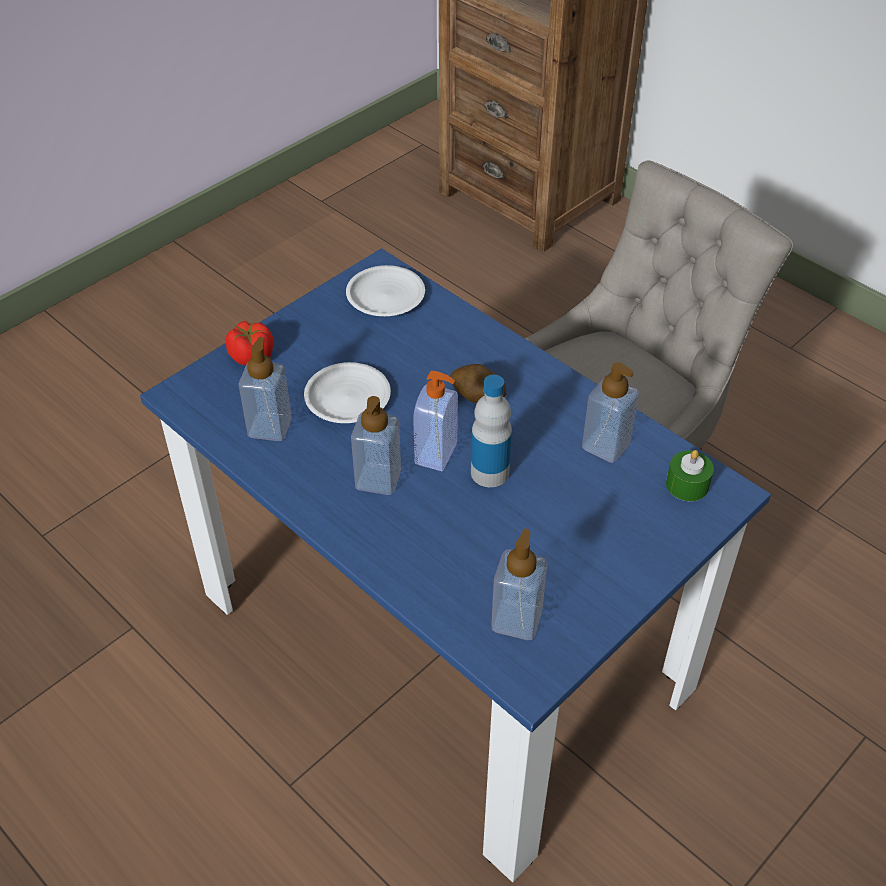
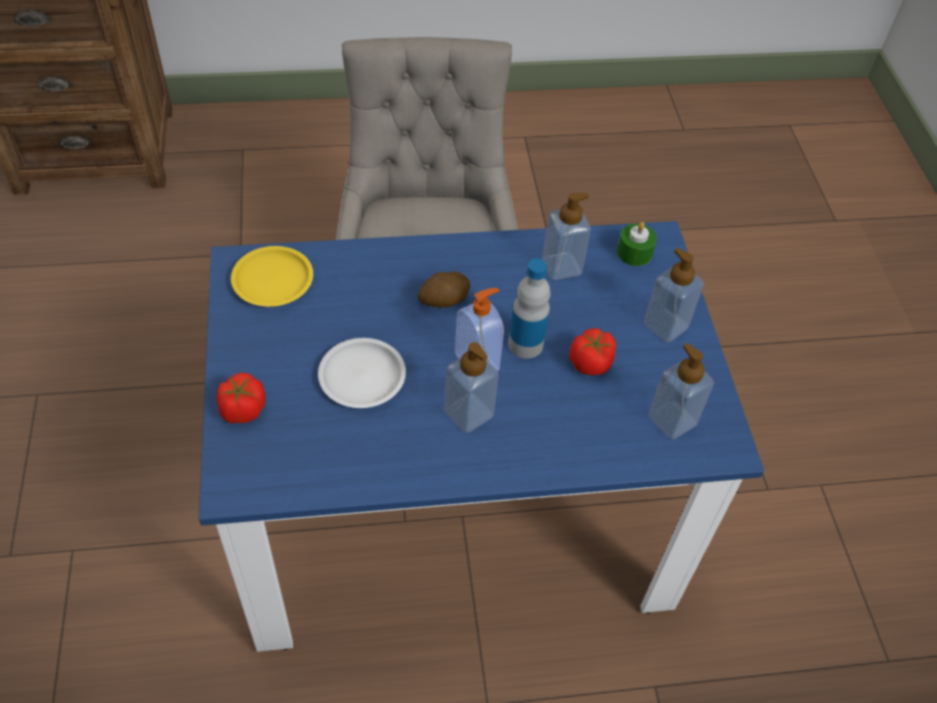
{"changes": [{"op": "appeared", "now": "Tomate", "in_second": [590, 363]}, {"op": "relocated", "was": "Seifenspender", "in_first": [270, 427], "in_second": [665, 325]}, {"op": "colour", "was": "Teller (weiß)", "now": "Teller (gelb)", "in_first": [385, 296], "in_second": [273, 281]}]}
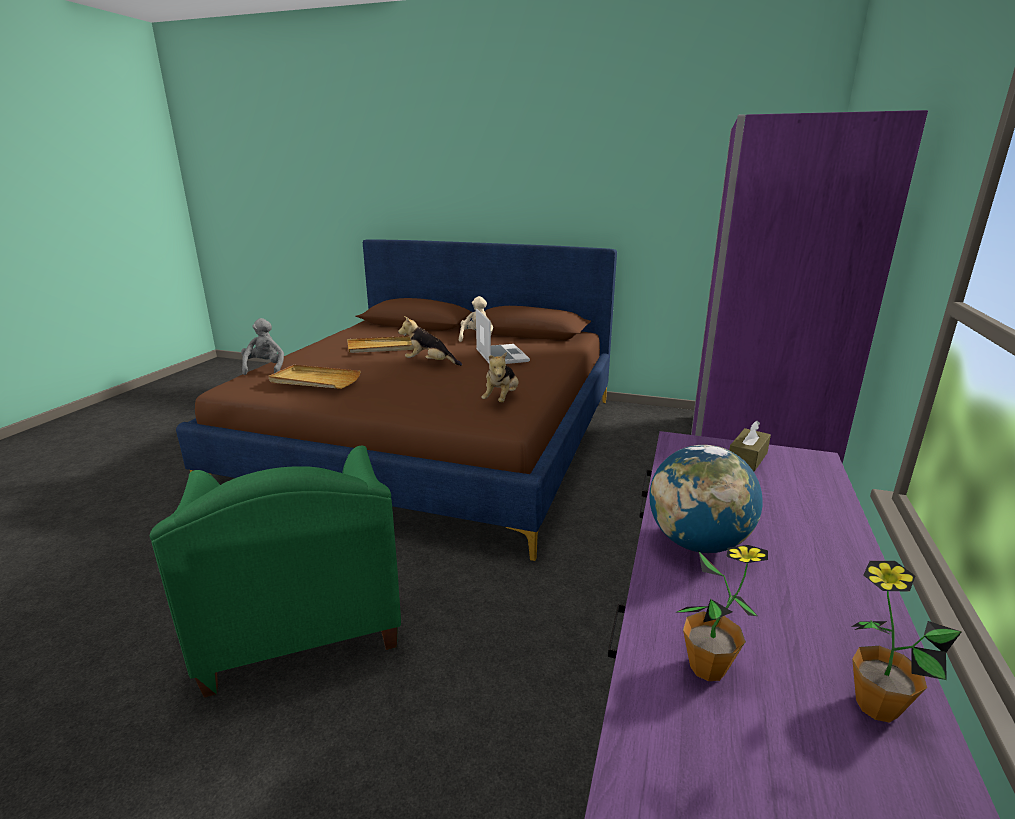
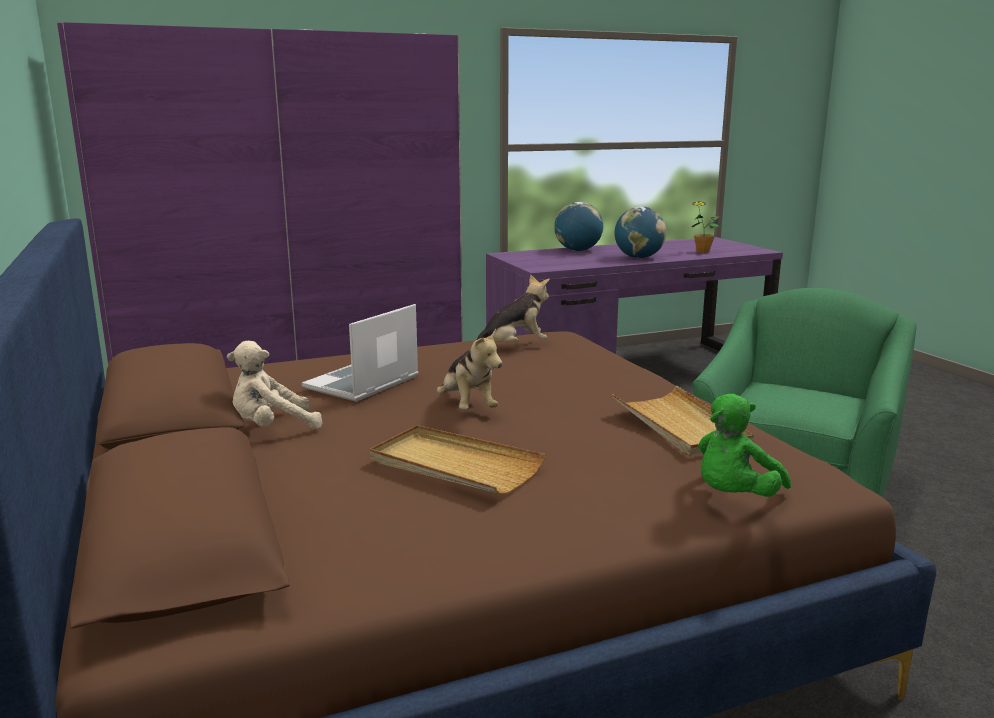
{"changes": [{"op": "missing", "was": "Taschentuchbox (braun)", "in_first": [747, 458]}, {"op": "missing", "was": "Topfpflanze", "in_first": [876, 706]}, {"op": "appeared", "now": "Globus", "in_second": [577, 250]}, {"op": "colour", "was": "Plüschtier (grau)", "now": "Plüschtier (grün)", "in_first": [265, 368], "in_second": [734, 497]}]}
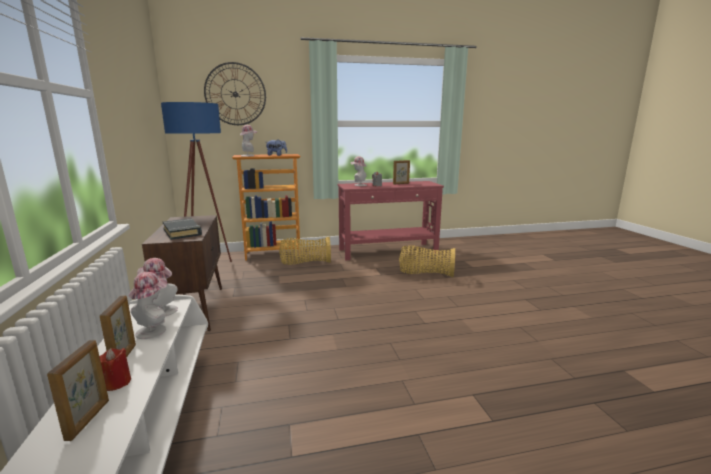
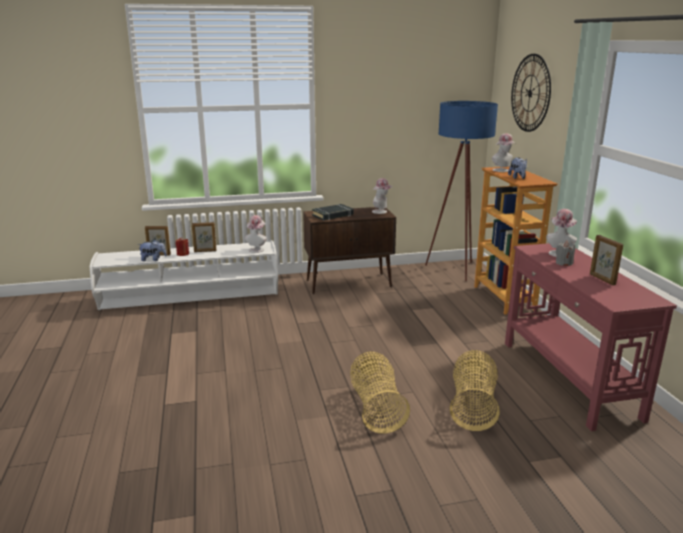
{"changes": [{"op": "appeared", "now": "Plüschtier", "in_second": [153, 259]}, {"op": "relocated", "was": "Hut", "in_first": [154, 330], "in_second": [381, 212]}, {"op": "relocated", "was": "Korb", "in_first": [305, 263], "in_second": [376, 407]}]}
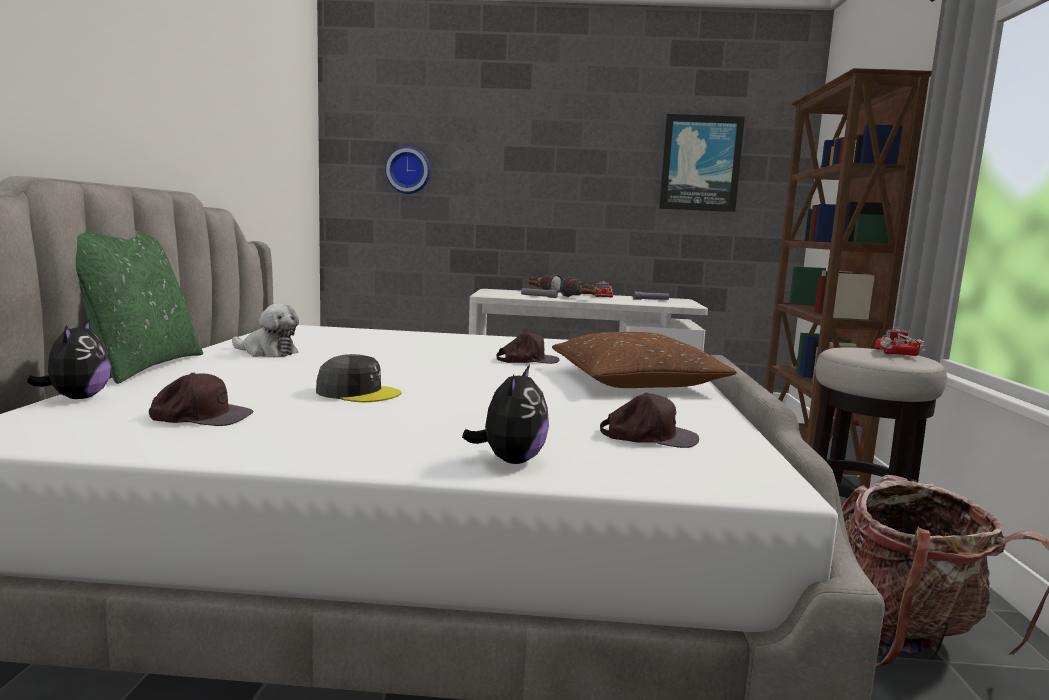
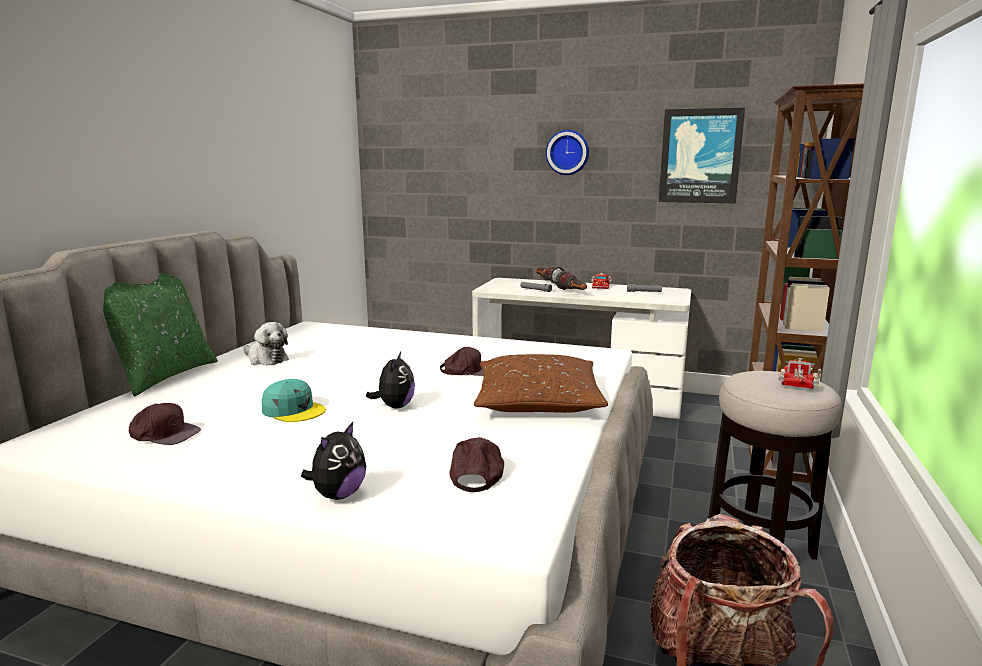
{"changes": [{"op": "relocated", "was": "Plüschtier", "in_first": [77, 398], "in_second": [394, 406]}, {"op": "relocated", "was": "Wanduhr", "in_first": [408, 170], "in_second": [568, 152]}, {"op": "colour", "was": "Kappe (grau)", "now": "Kappe (türkis)", "in_first": [358, 392], "in_second": [293, 410]}, {"op": "spun", "was": "Kappe (braun)", "in_first": [649, 436], "in_second": [476, 473], "clockwise": -105}]}
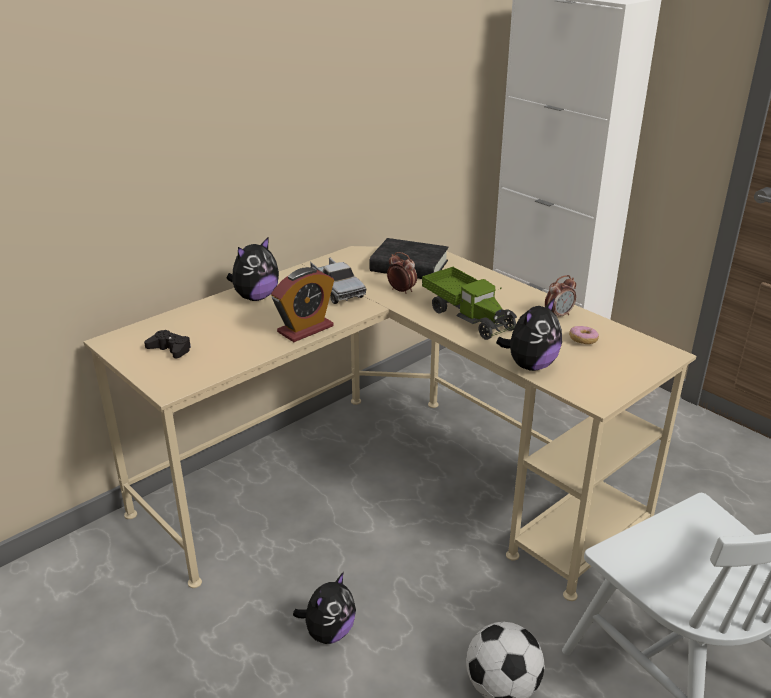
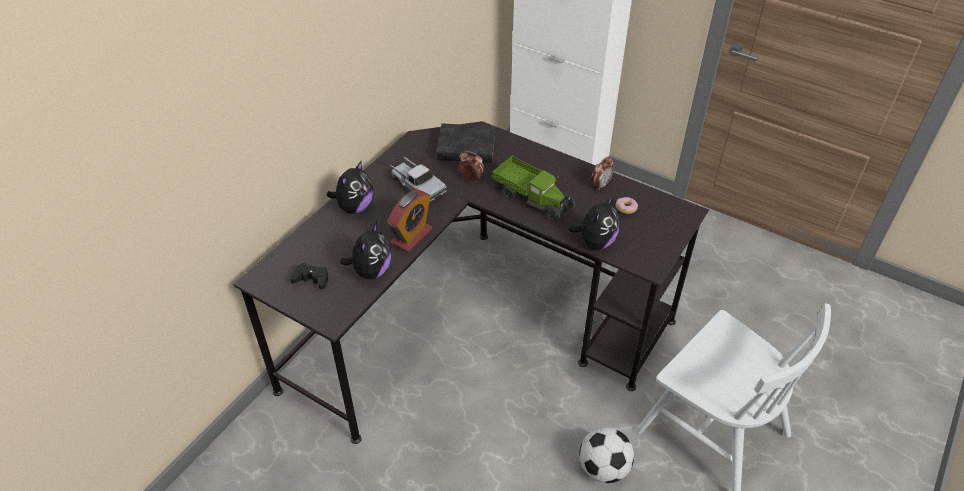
{"changes": [{"op": "relocated", "was": "Plüschtier", "in_first": [328, 632], "in_second": [371, 271]}, {"op": "colour", "was": "Schreibtisch (beige)", "now": "Schreibtisch (schwarz)", "in_first": [388, 483], "in_second": [472, 319]}]}
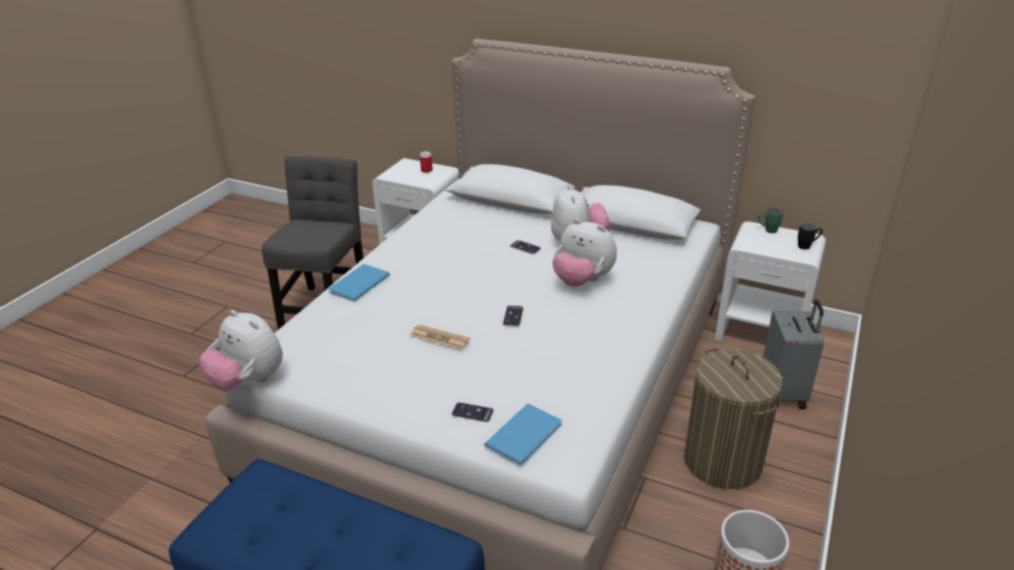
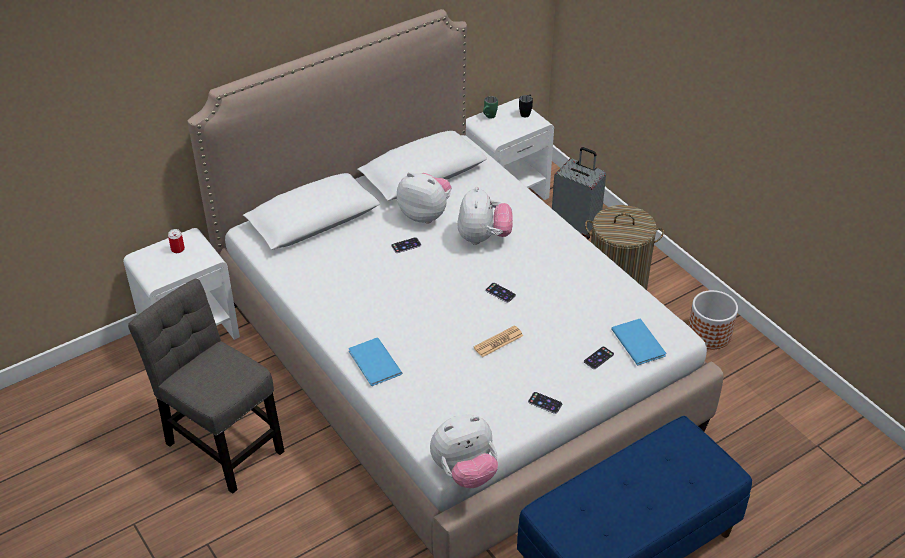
{"changes": [{"op": "appeared", "now": "Handy", "in_second": [545, 403]}, {"op": "spun", "was": "Plüschtier", "in_first": [582, 281], "in_second": [483, 237], "clockwise": -60}]}
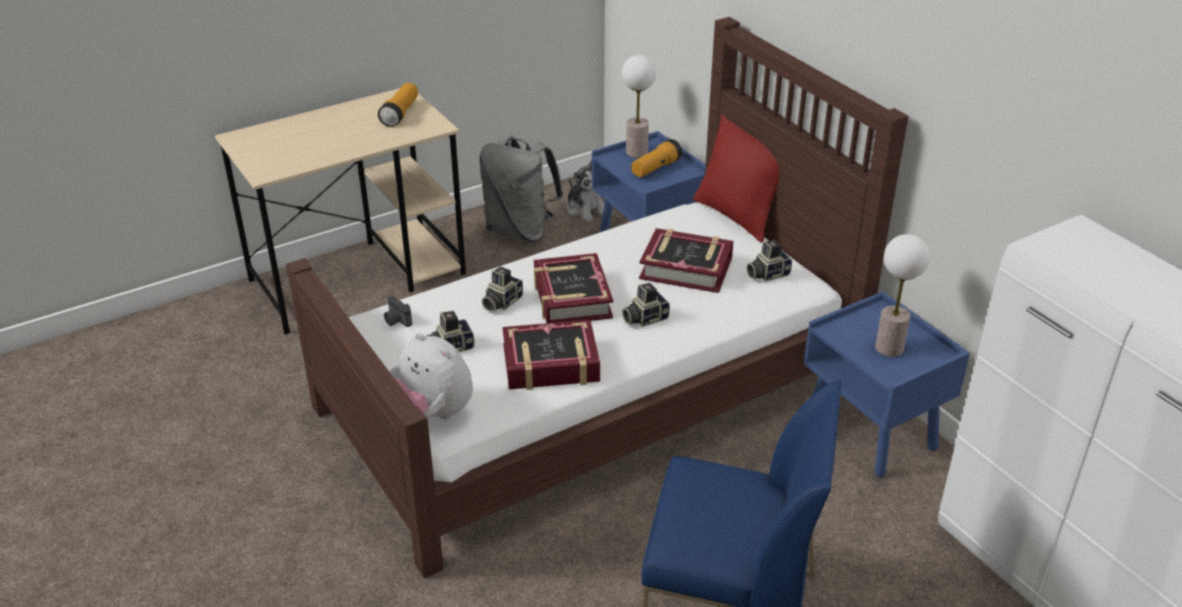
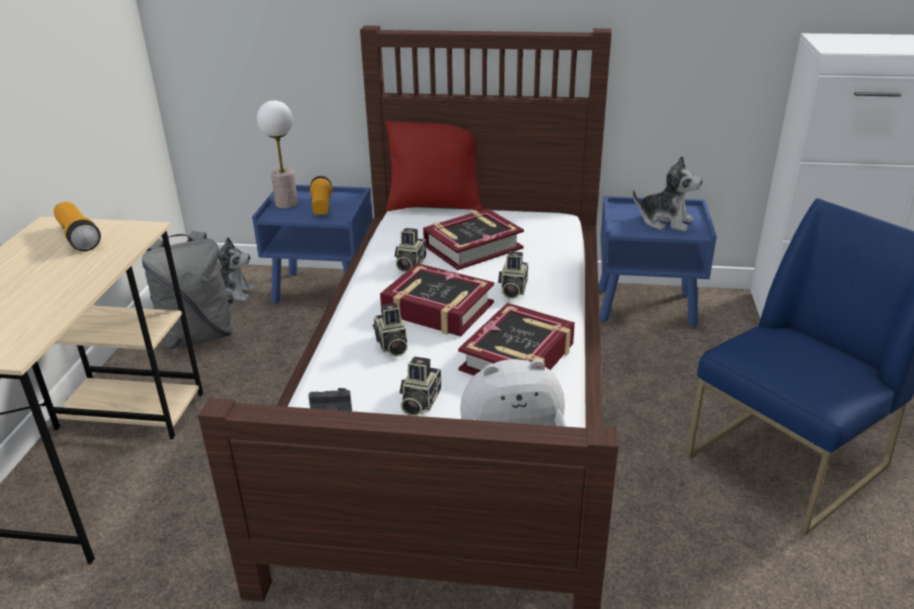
{"changes": [{"op": "relocated", "was": "Kamera", "in_first": [767, 274], "in_second": [409, 264]}, {"op": "exchanged", "was": "Tischlampe", "now": "Plüschtier", "in_first": [889, 348], "in_second": [665, 221]}]}
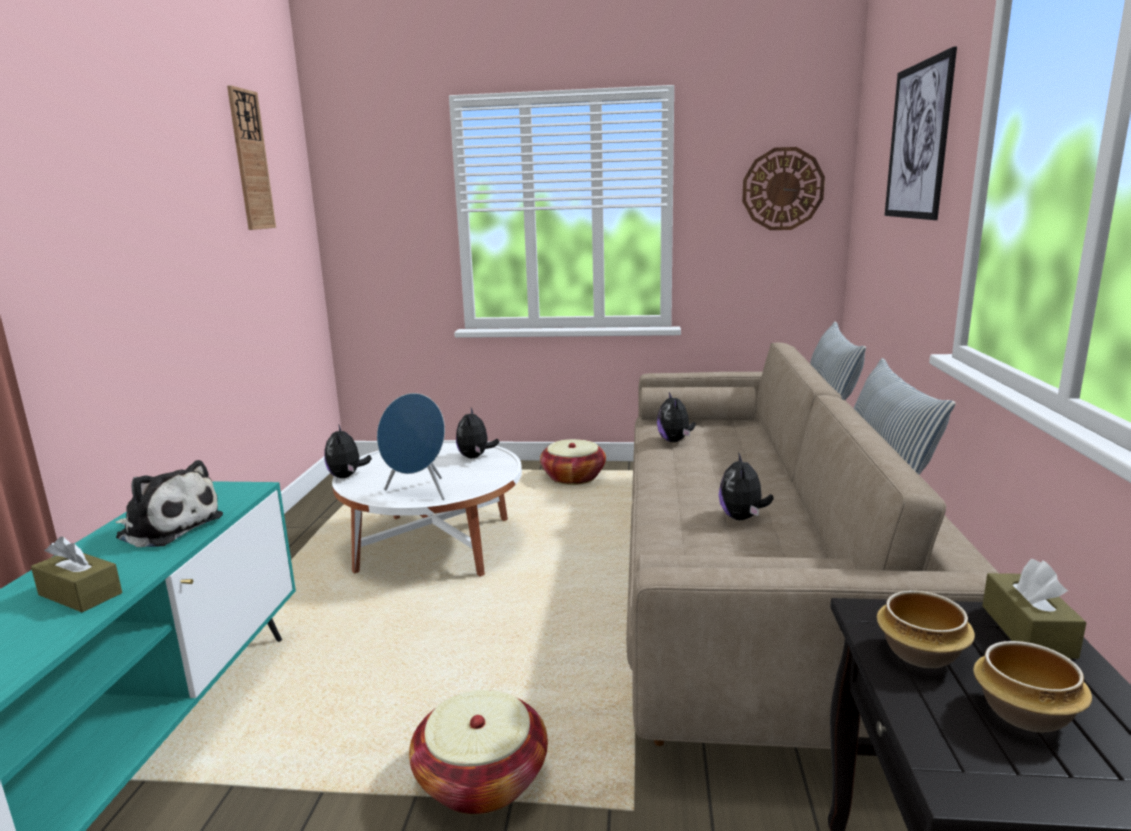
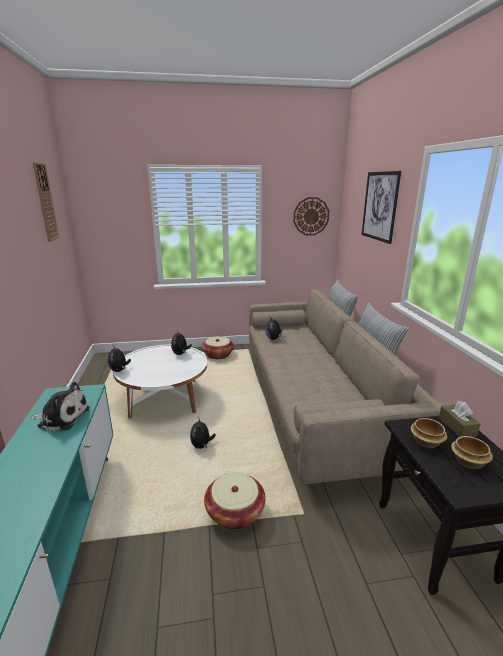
{"changes": [{"op": "missing", "was": "Taschentuchbox (braun)", "in_first": [80, 594]}, {"op": "missing", "was": "Lautsprecher (blau)", "in_first": [419, 492]}, {"op": "relocated", "was": "Plüschtier", "in_first": [742, 518], "in_second": [202, 445]}]}
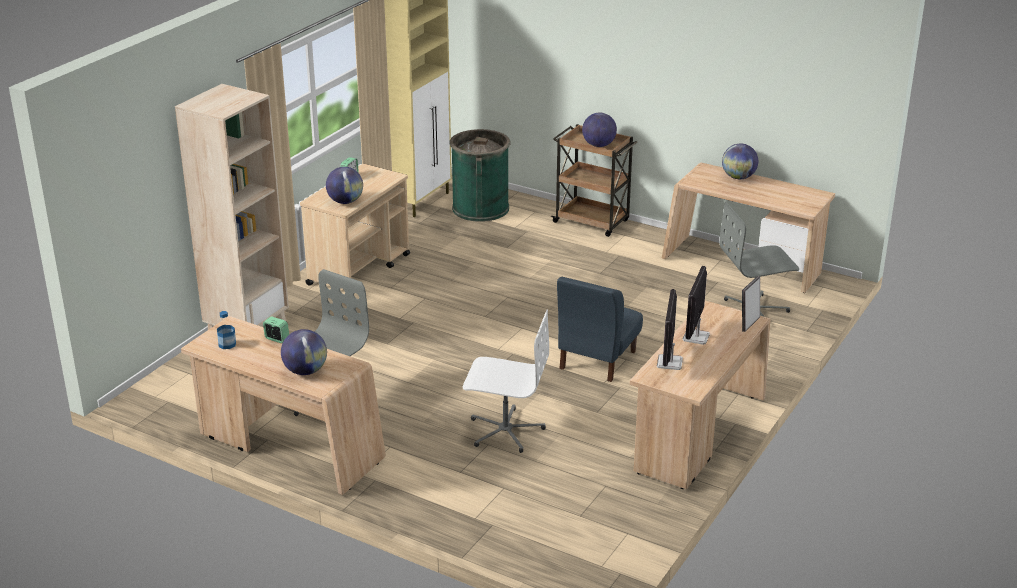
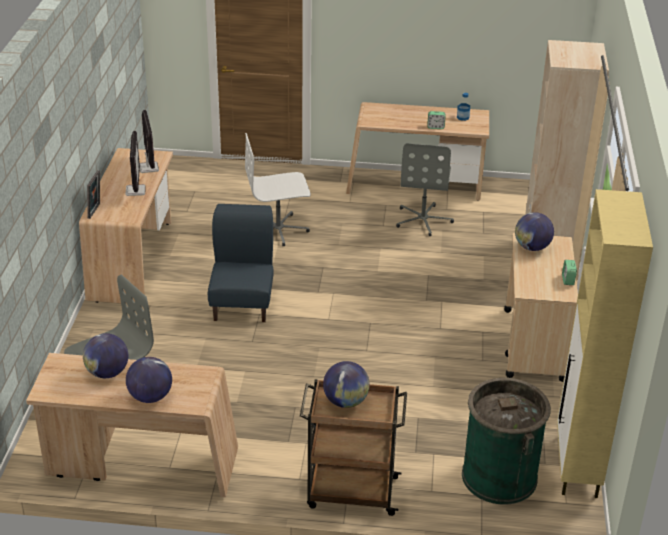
{"changes": [{"op": "relocated", "was": "Globus", "in_first": [305, 371], "in_second": [107, 373]}]}
